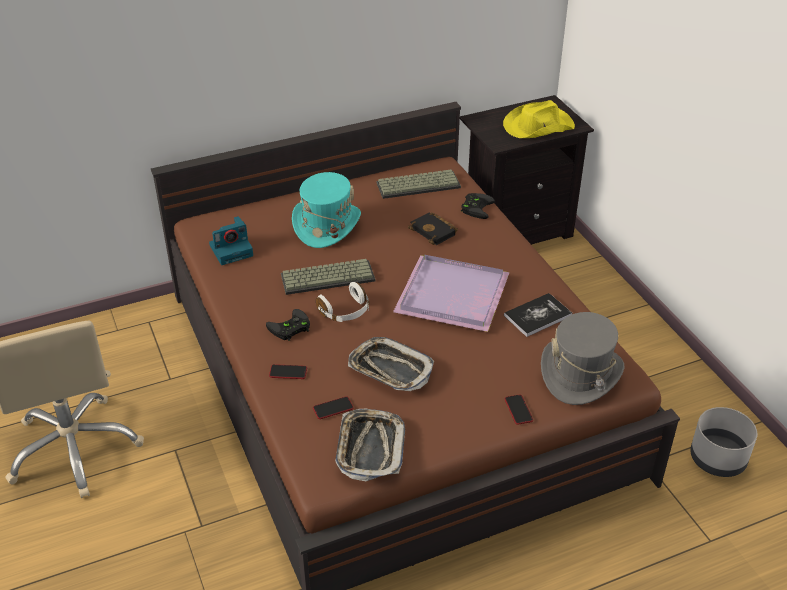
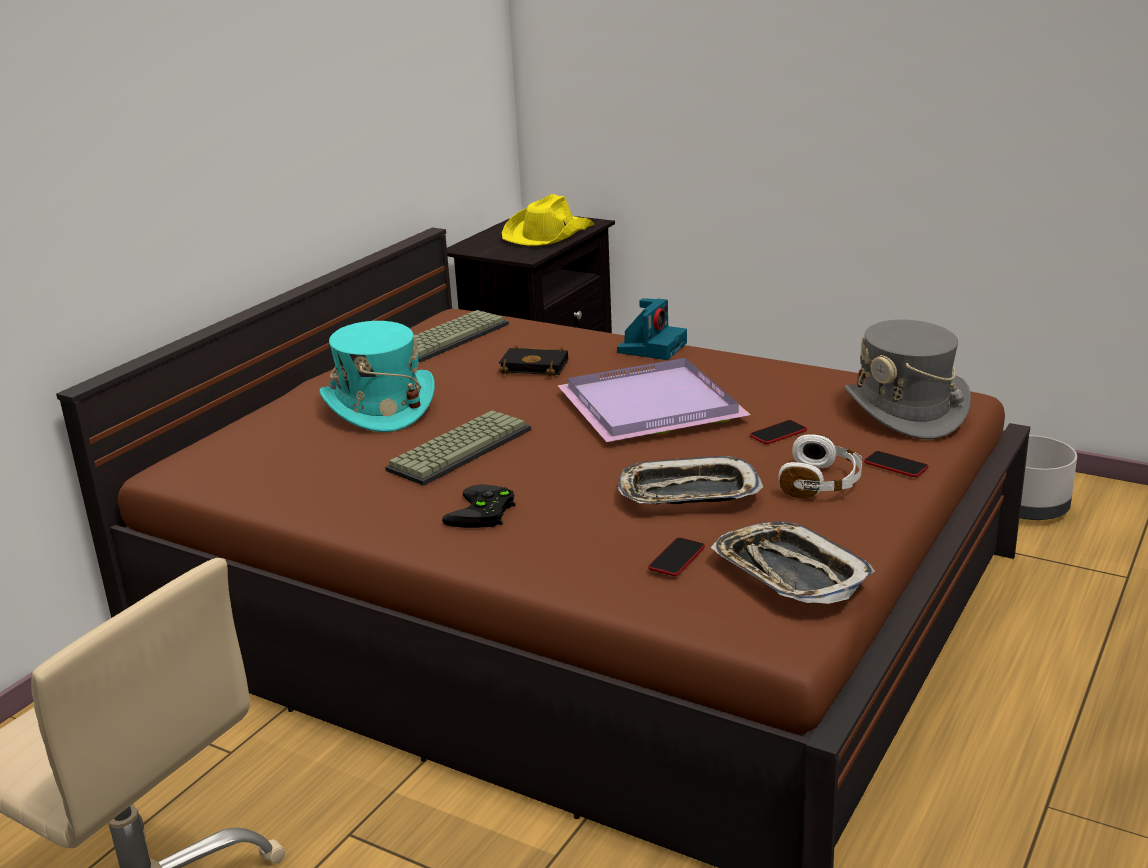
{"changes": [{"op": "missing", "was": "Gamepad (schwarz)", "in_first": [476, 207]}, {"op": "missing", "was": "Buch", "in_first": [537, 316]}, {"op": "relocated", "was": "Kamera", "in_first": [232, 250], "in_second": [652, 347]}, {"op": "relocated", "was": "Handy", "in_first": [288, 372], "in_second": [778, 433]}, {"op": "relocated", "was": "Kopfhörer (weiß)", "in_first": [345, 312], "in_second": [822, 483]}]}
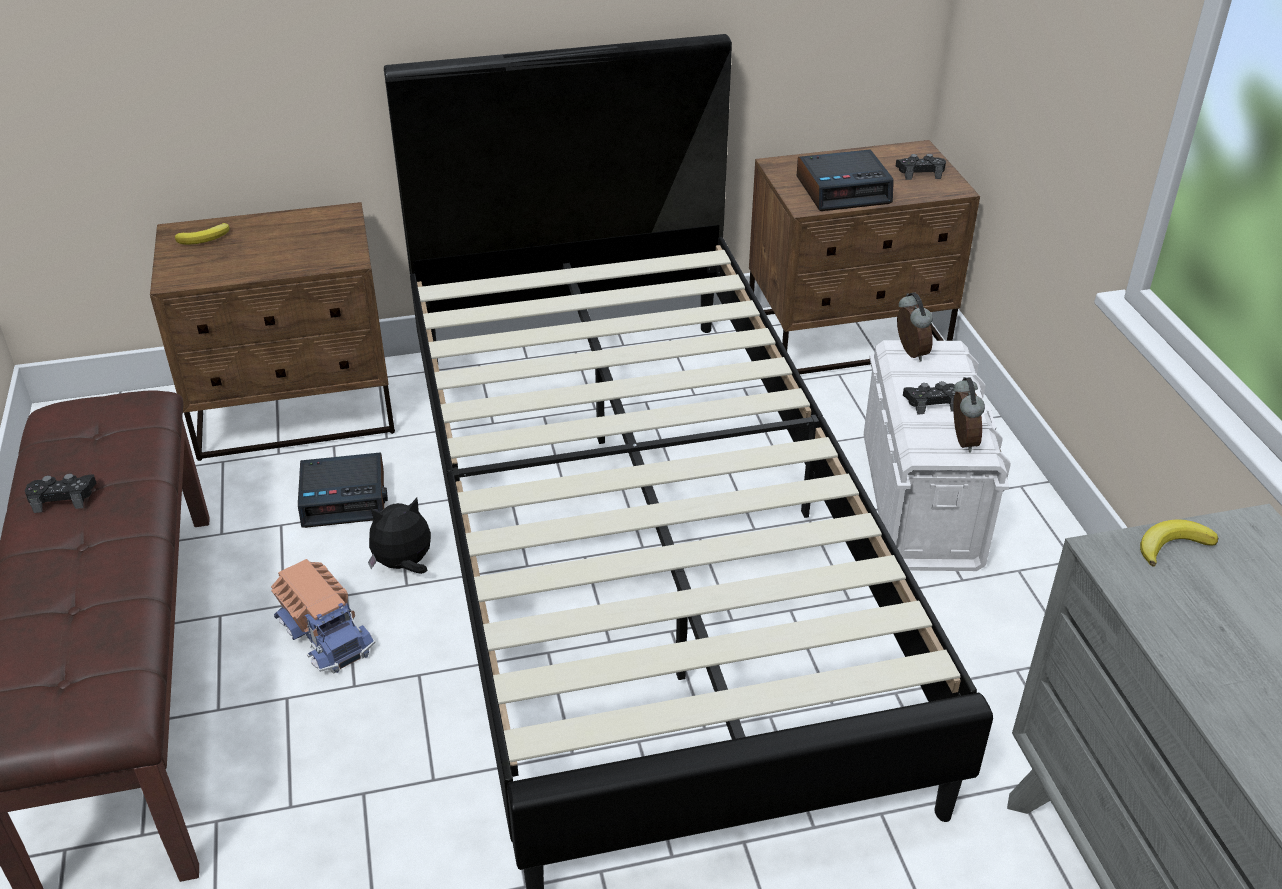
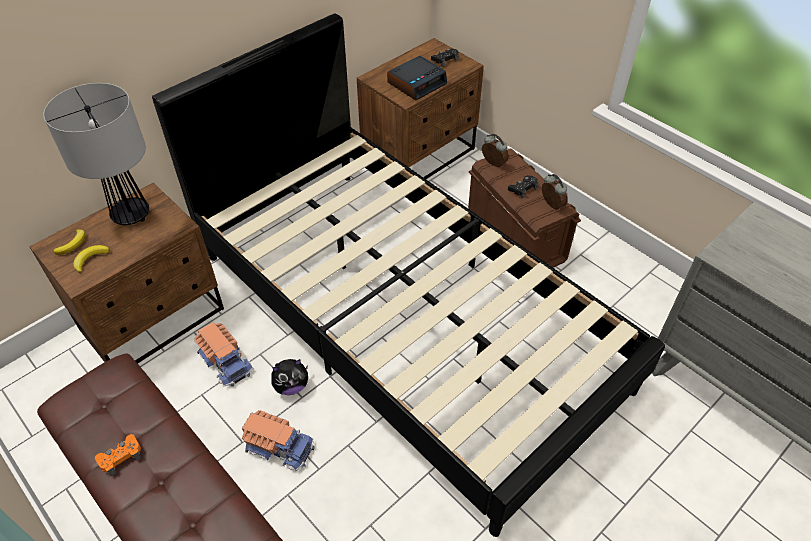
{"changes": [{"op": "appeared", "now": "Tischlampe", "in_second": [132, 215]}, {"op": "relocated", "was": "Banane", "in_first": [1172, 545], "in_second": [90, 259]}, {"op": "exchanged", "was": "Wecker", "now": "Spielzeuglaster", "in_first": [345, 498], "in_second": [226, 361]}, {"op": "colour", "was": "Gamepad (schwarz)", "now": "Gamepad (orange)", "in_first": [63, 497], "in_second": [121, 457]}, {"op": "colour", "was": "Aufbewahrungsbox (weiß)", "now": "Aufbewahrungsbox (braun)", "in_first": [920, 501], "in_second": [515, 236]}, {"op": "spun", "was": "Plüschtier", "in_first": [404, 565], "in_second": [291, 386], "clockwise": -150}]}
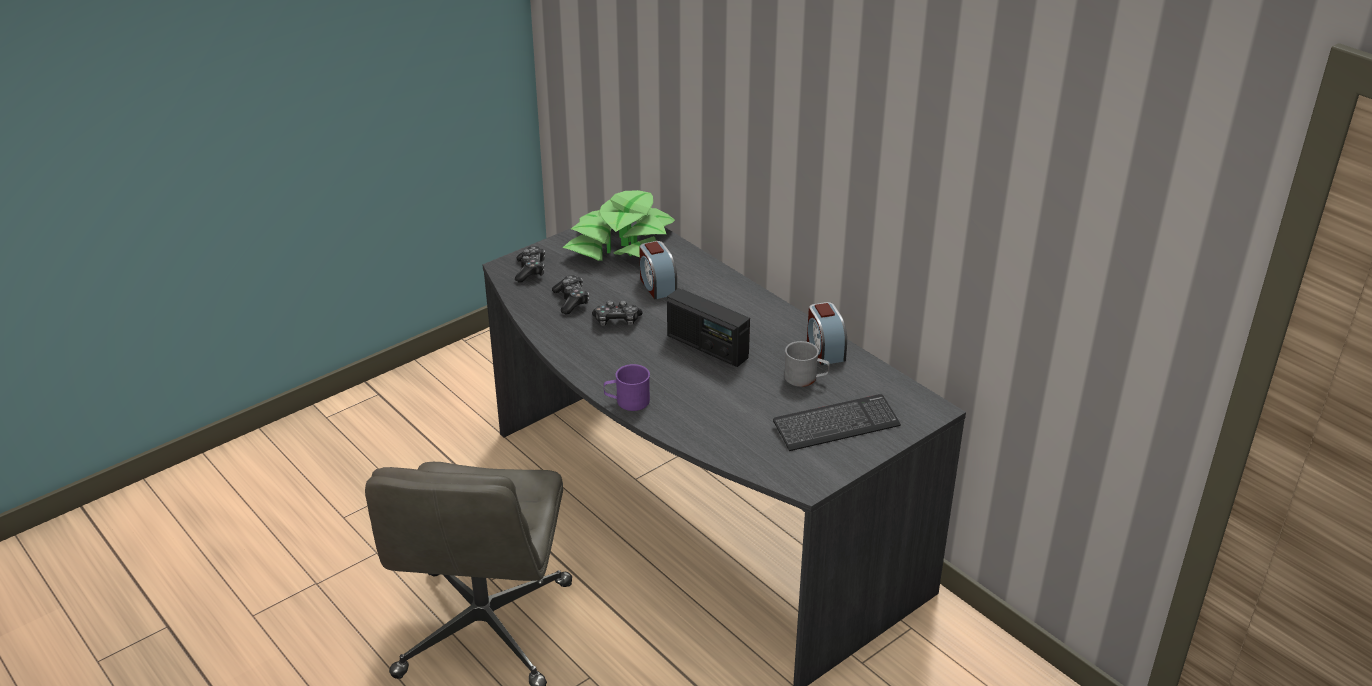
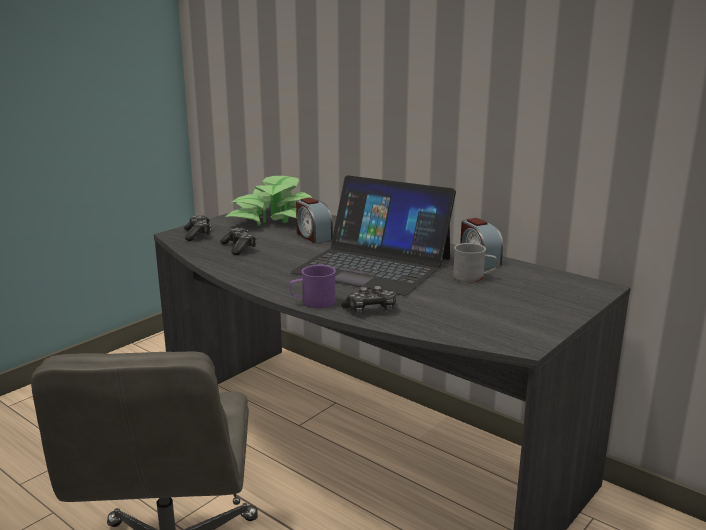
{"changes": [{"op": "missing", "was": "Tastatur", "in_first": [836, 425]}, {"op": "relocated", "was": "Gamepad", "in_first": [617, 321], "in_second": [371, 310]}, {"op": "exchanged", "was": "Radio", "now": "Laptop", "in_first": [707, 347], "in_second": [373, 265]}]}
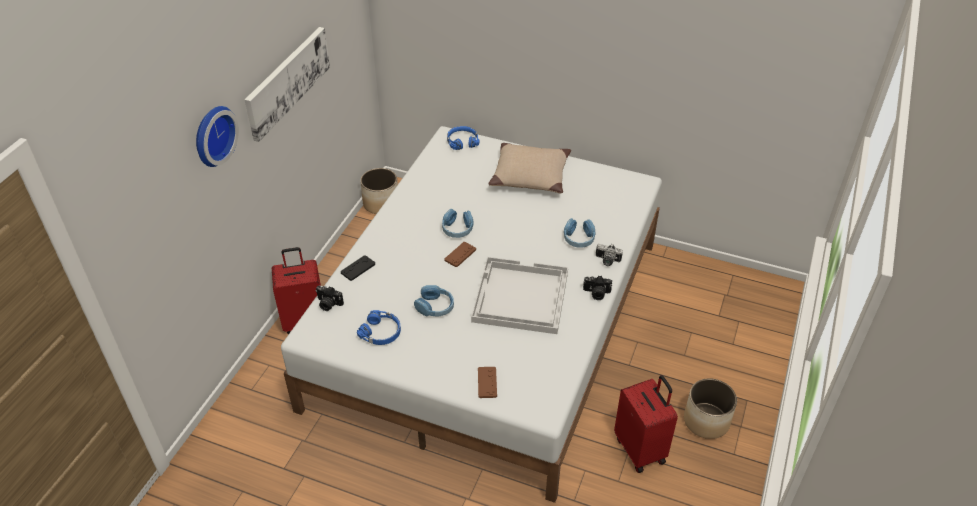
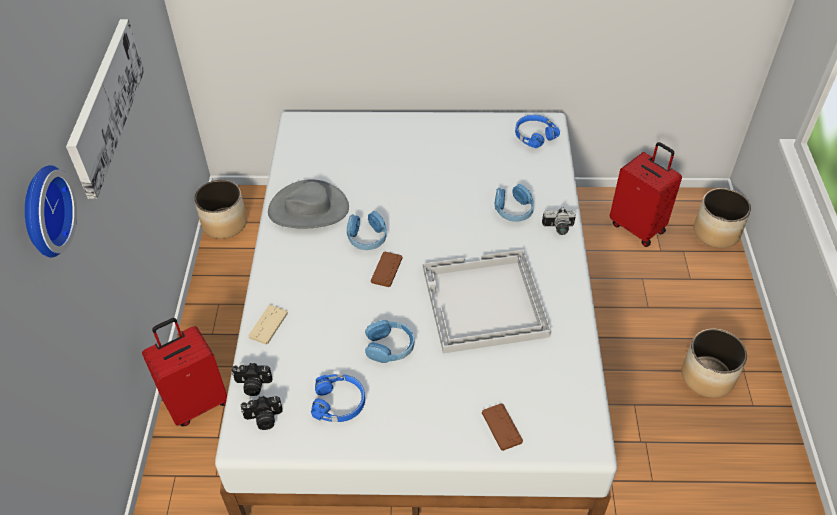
{"changes": [{"op": "missing", "was": "Kissen (beige)", "in_first": [530, 175]}, {"op": "appeared", "now": "Hut (grau)", "in_second": [308, 209]}, {"op": "appeared", "now": "Pflanzkübel", "in_second": [716, 232]}, {"op": "relocated", "was": "Kopfhörer (blau)", "in_first": [462, 141], "in_second": [534, 135]}, {"op": "relocated", "was": "Kamera", "in_first": [596, 293], "in_second": [263, 419]}, {"op": "relocated", "was": "Koffer (rot)", "in_first": [641, 449], "in_second": [638, 227]}, {"op": "colour", "was": "Gamepad (schwarz)", "now": "Gamepad (beige)", "in_first": [358, 268], "in_second": [268, 325]}]}
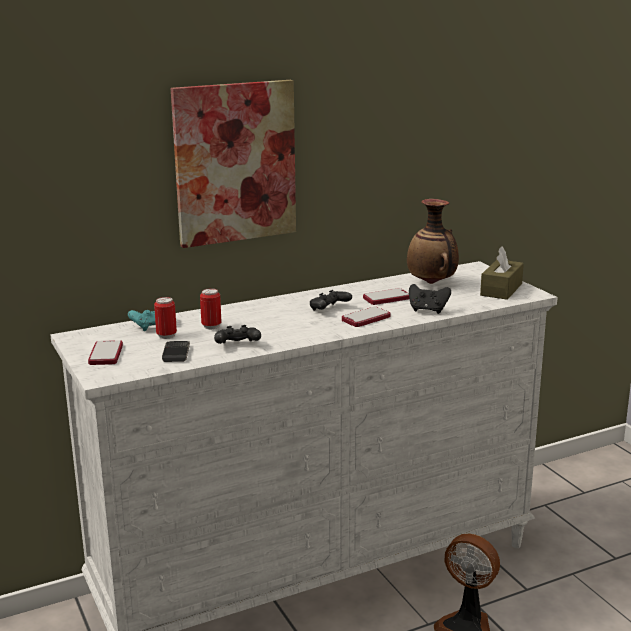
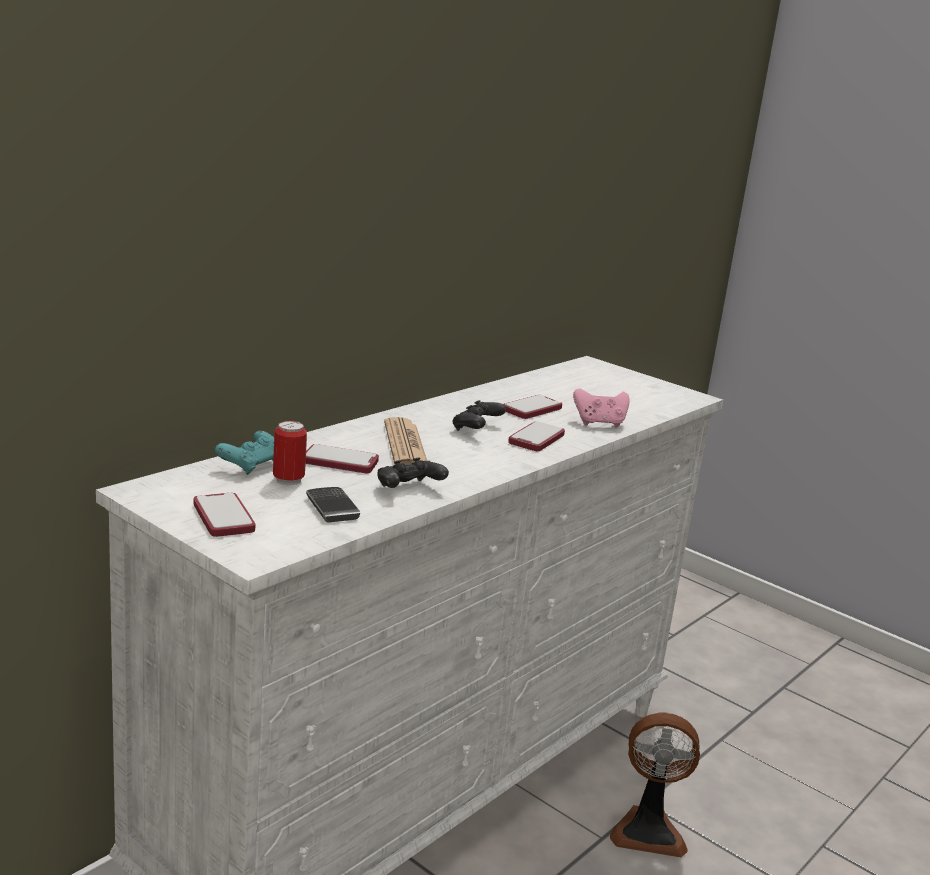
{"changes": [{"op": "missing", "was": "Bild", "in_first": [235, 163]}, {"op": "missing", "was": "Vase", "in_first": [432, 283]}, {"op": "missing", "was": "Taschentuchbox (braun)", "in_first": [501, 289]}, {"op": "appeared", "now": "Zeitung", "in_second": [405, 444]}, {"op": "exchanged", "was": "Dose", "now": "Handy", "in_first": [211, 326], "in_second": [340, 461]}, {"op": "colour", "was": "Gamepad (schwarz)", "now": "Gamepad (rosa)", "in_first": [428, 310], "in_second": [599, 423]}]}
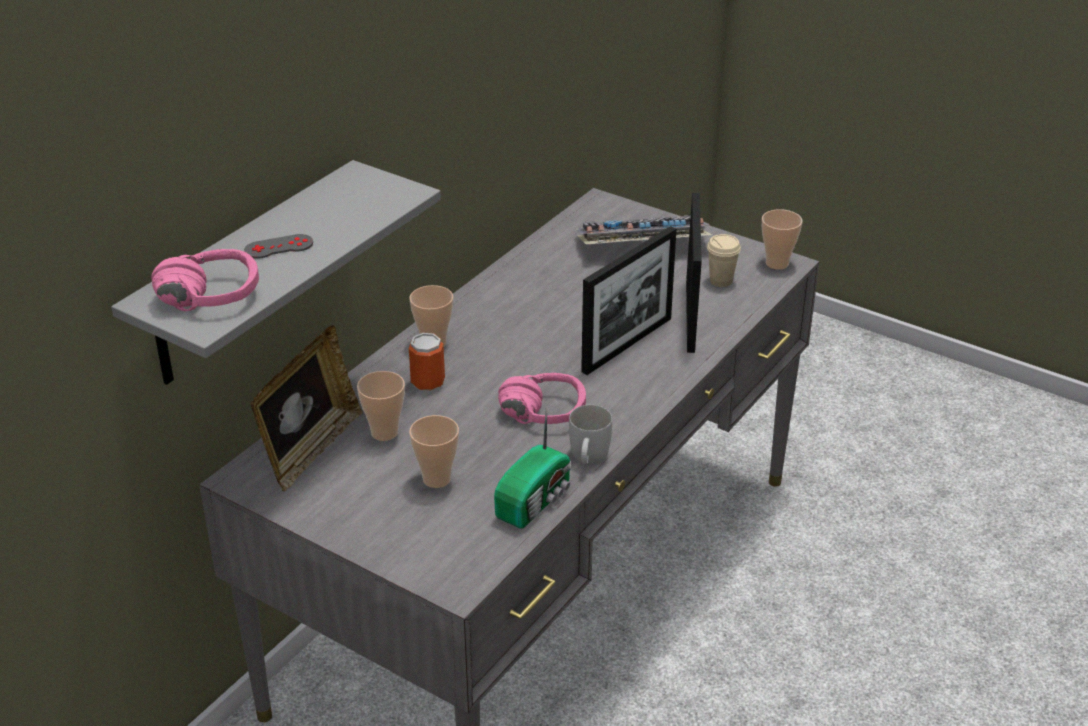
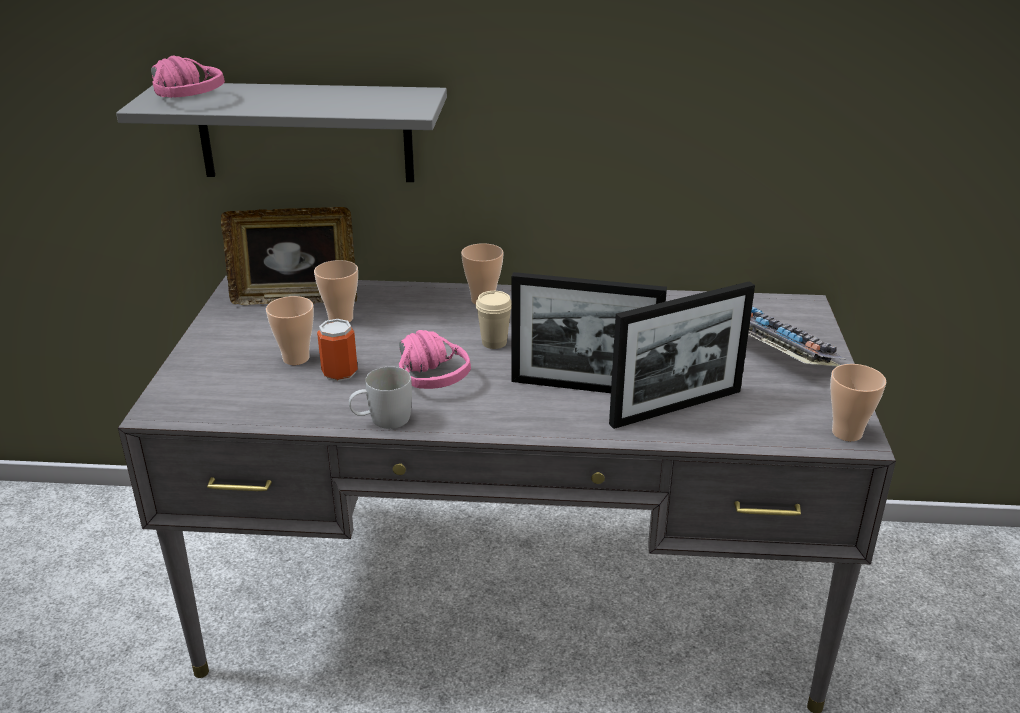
{"changes": [{"op": "missing", "was": "Gamepad (grau)", "in_first": [279, 247]}, {"op": "missing", "was": "Radio", "in_first": [536, 500]}, {"op": "relocated", "was": "Dose", "in_first": [428, 382], "in_second": [339, 373]}, {"op": "relocated", "was": "Tasse (beige)", "in_first": [721, 281], "in_second": [494, 343]}]}
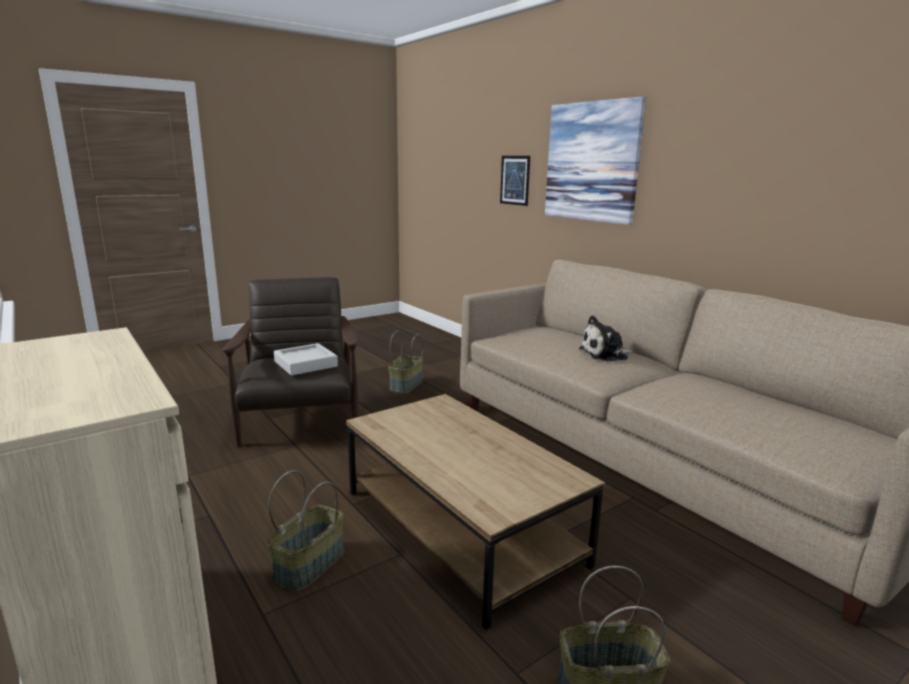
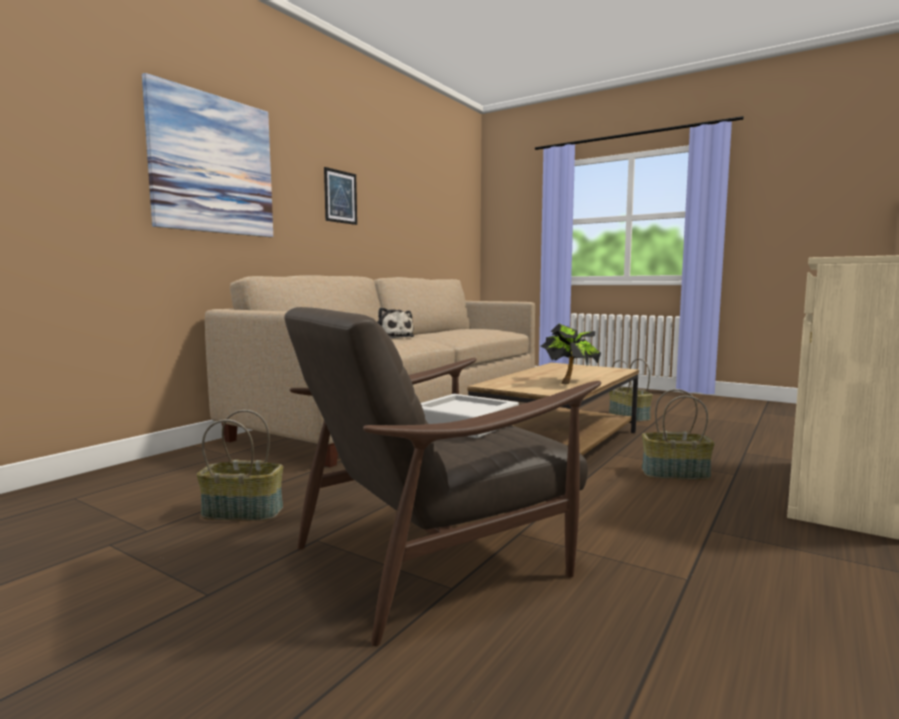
{"changes": [{"op": "appeared", "now": "Topfpflanze", "in_second": [569, 382]}, {"op": "relocated", "was": "Bild", "in_first": [515, 180], "in_second": [340, 197]}]}
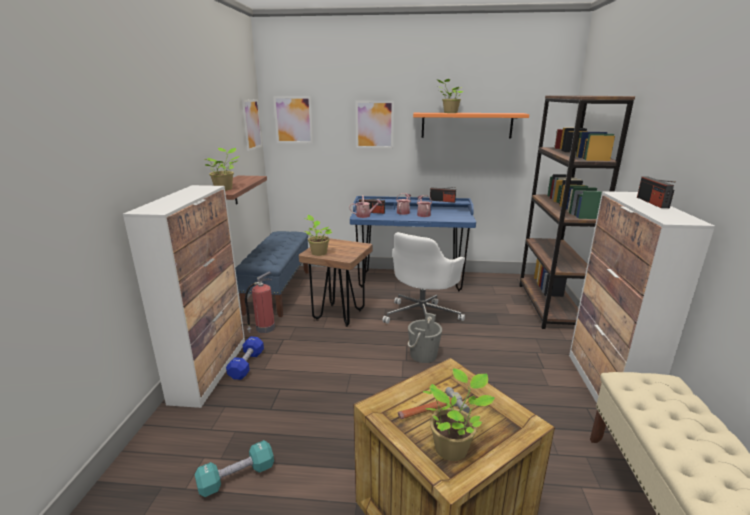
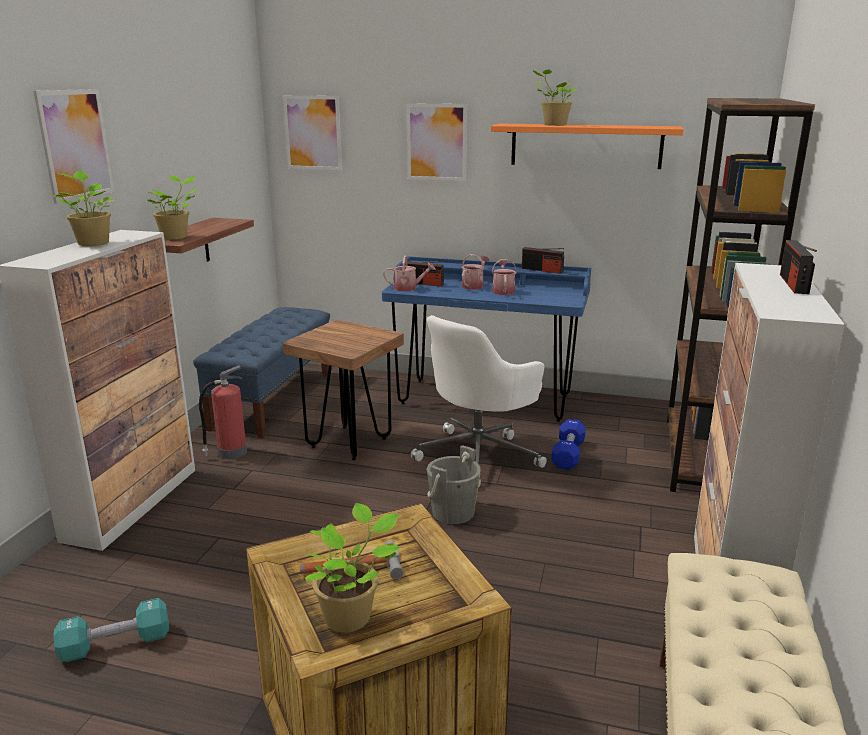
{"changes": [{"op": "relocated", "was": "Hantel (blau)", "in_first": [246, 365], "in_second": [568, 454]}, {"op": "relocated", "was": "Bild", "in_first": [252, 124], "in_second": [75, 144]}, {"op": "relocated", "was": "Topfpflanze", "in_first": [318, 252], "in_second": [93, 243]}]}
